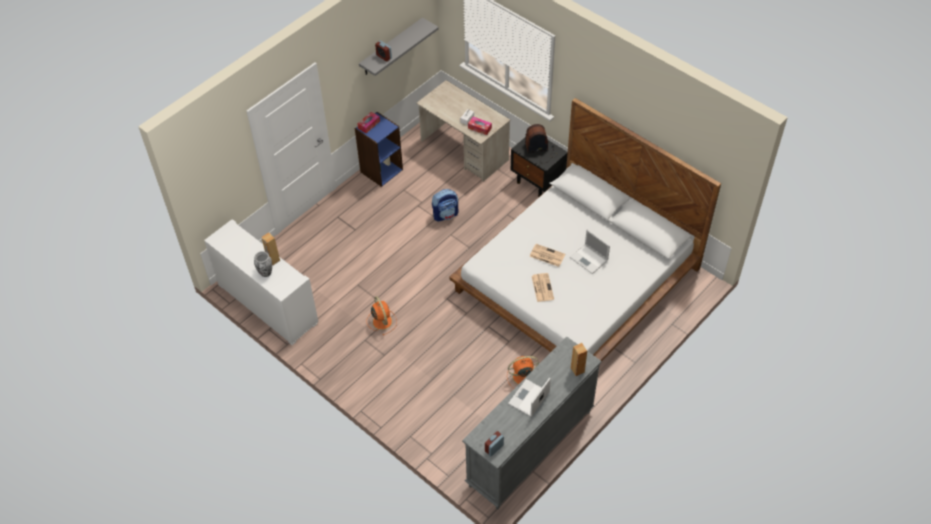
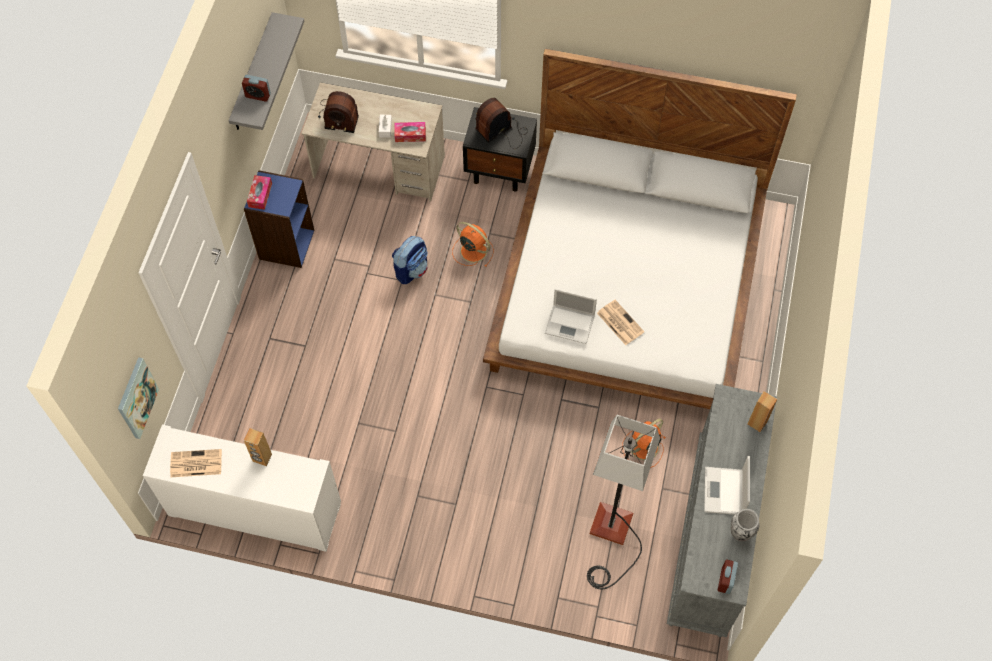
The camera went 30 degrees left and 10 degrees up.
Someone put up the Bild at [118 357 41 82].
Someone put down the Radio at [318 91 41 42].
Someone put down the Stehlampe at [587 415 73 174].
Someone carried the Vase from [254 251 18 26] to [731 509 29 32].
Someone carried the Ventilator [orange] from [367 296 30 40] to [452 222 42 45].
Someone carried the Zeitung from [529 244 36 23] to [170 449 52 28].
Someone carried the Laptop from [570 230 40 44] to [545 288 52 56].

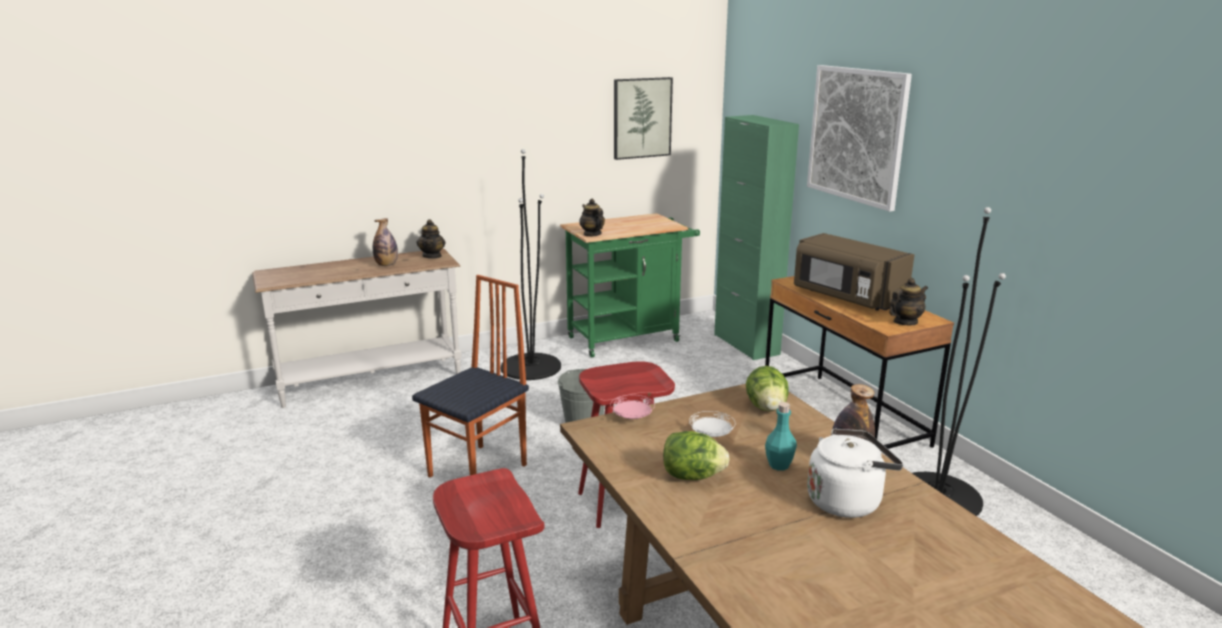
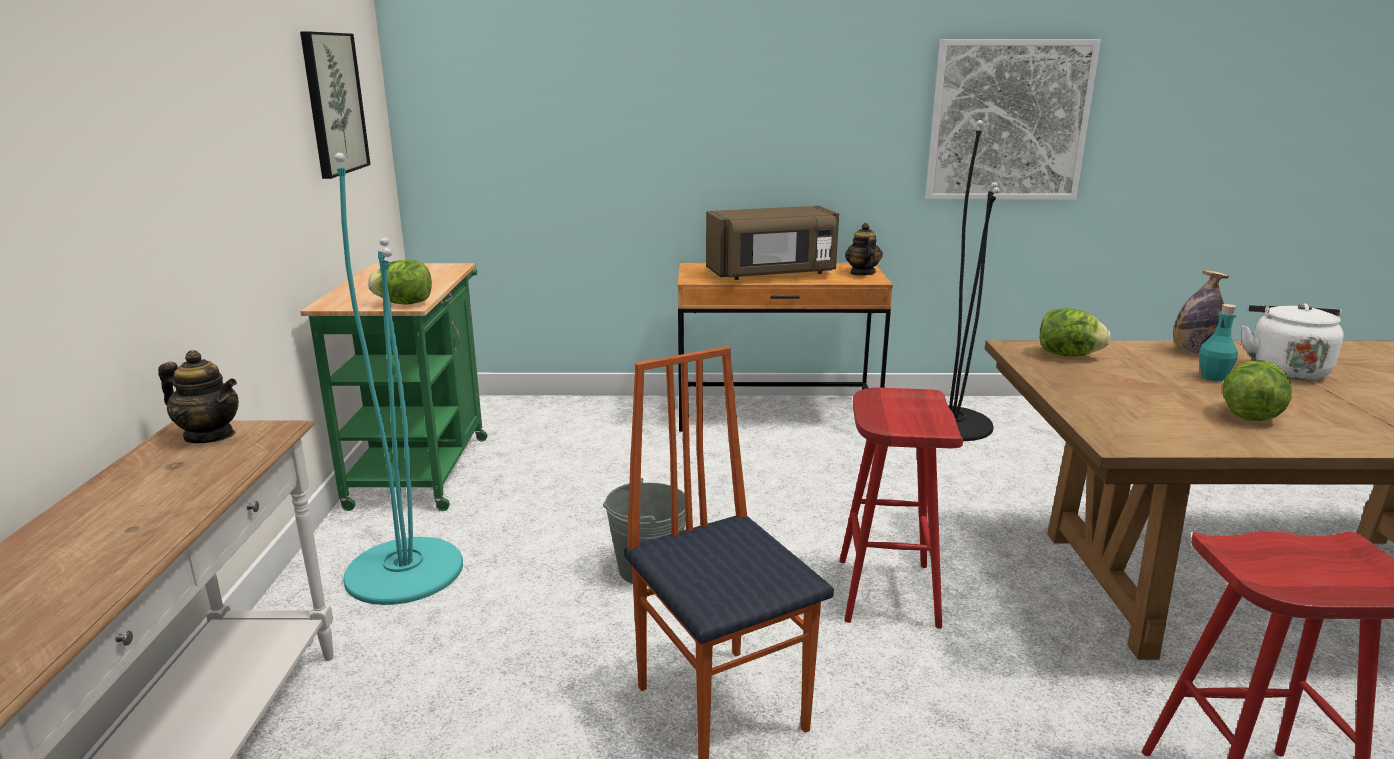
The camera went 65 degrees left and 0 degrees up.
Someone took away the Flasche at [373 218 25 48].
Someone took away the Teller [rosa] at [610 395 45 24].
Someone took away the Teller [weiß] at [689 411 47 26].
Someone took away the Schrank [grün] at [714 115 85 245].
Someone carried the Bild from [807 65 105 147] to [925 39 176 161].
Someone swapped the Teekanne at [579 199 26 38] for the Salatkopf at [368 260 64 45].
Someone repainted the Stehlampe [schwarz] at [501 149 60 231], which became the Stehlampe [türkis] at [335 153 128 452].

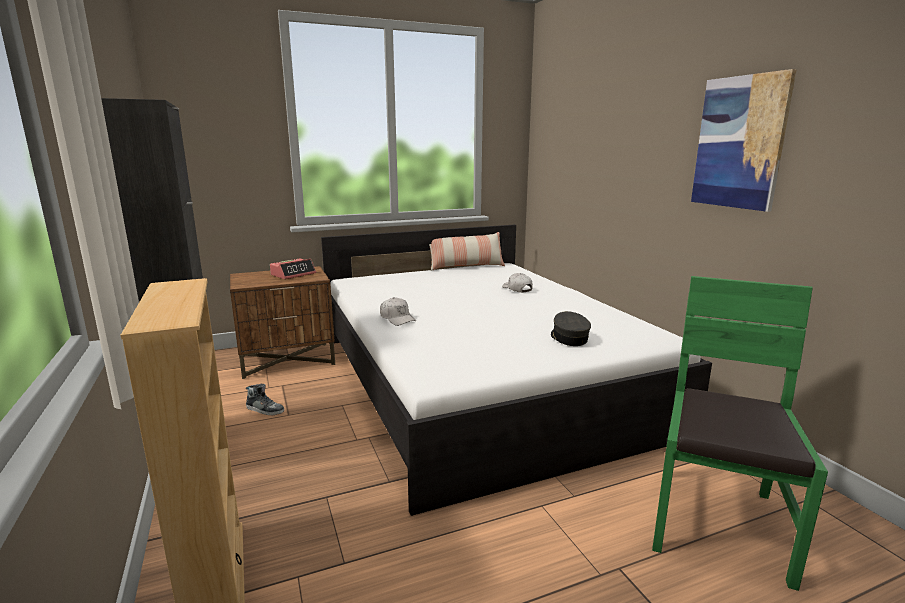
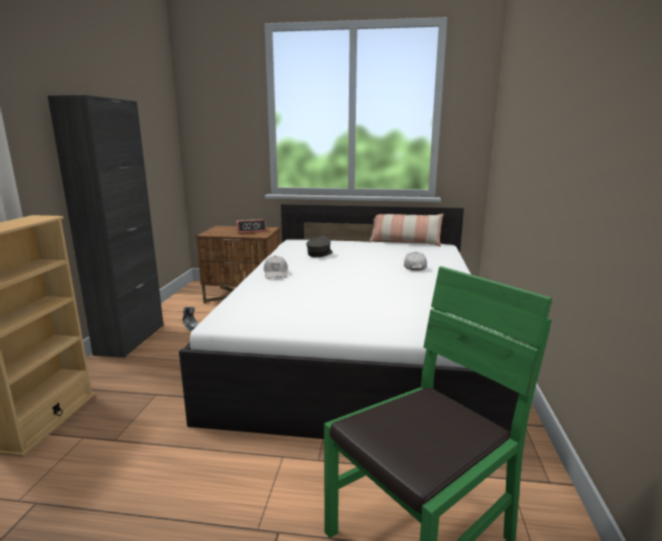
The camera went 30 degrees right and 0 degrees up.
Someone took away the Bild at [691 69 106 143].
Someone carried the Kappe [grau] from [551 311 40 35] to [306 237 26 20].

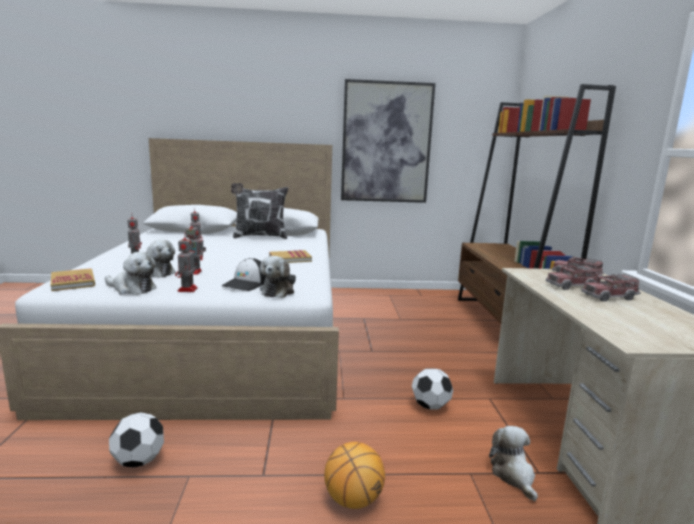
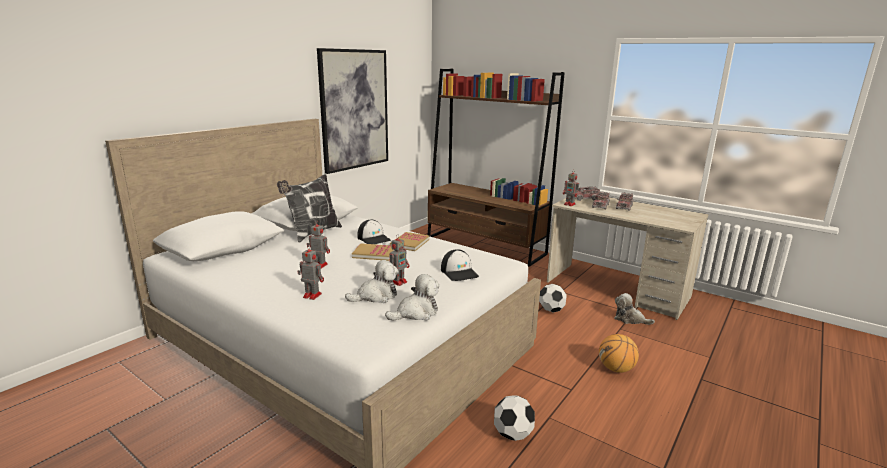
The camera went 50 degrees left and 5 degrees up.
Someone took away the Plüschtier at [260 256 36 42].
Someone put down the Kappe at [357 220 34 24].
Someone carried the Buch from [51 268 44 23] to [352 243 42 18].
Someone carried the Spielzeugroboter from [175 233 23 59] to [563 169 17 37].

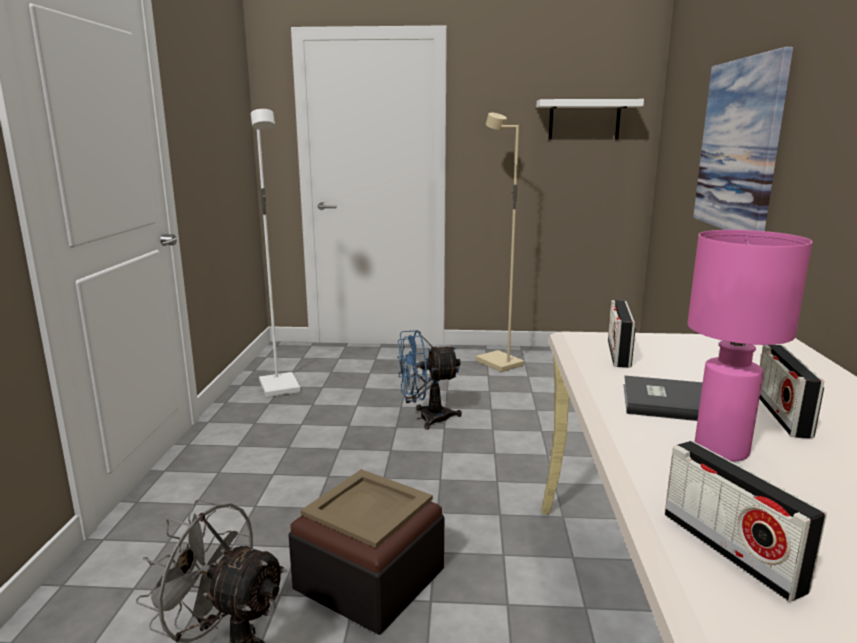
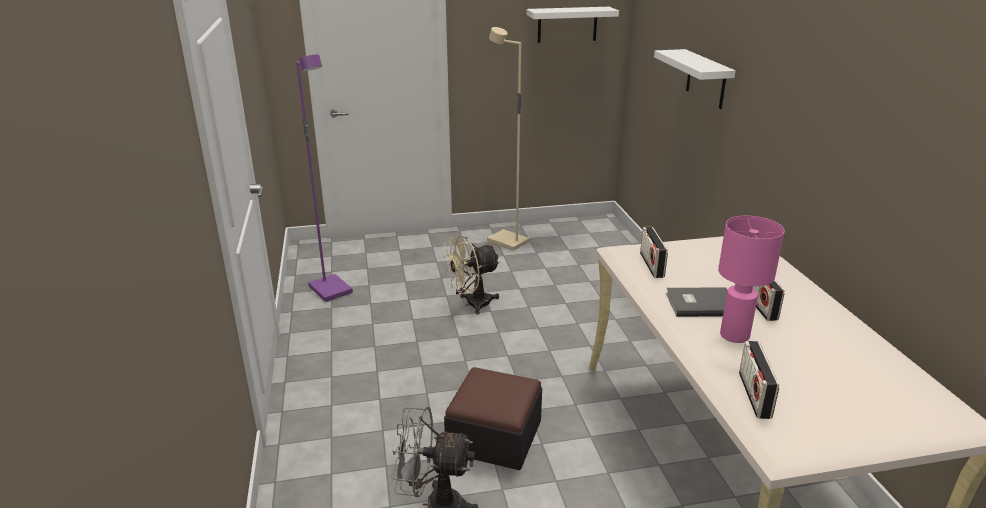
The camera went 15 degrees left and 10 degrees up.
Someone took away the Tablett [beige] at [300 469 133 79].
Someone swapped the Bild at [693 47 100 184] for the Wandregal [weiß] at [654 49 82 60].
Someone repainted the Stehlampe [weiß] at [251 109 50 289], which became the Stehlampe [lila] at [296 54 57 248].
Someone repainted the Ventilator [blau] at [397 330 65 100], which became the Ventilator [beige] at [443 235 57 79].
Someone rotated the Radio at [665 441 162 161] by 45 degrees clockwise.

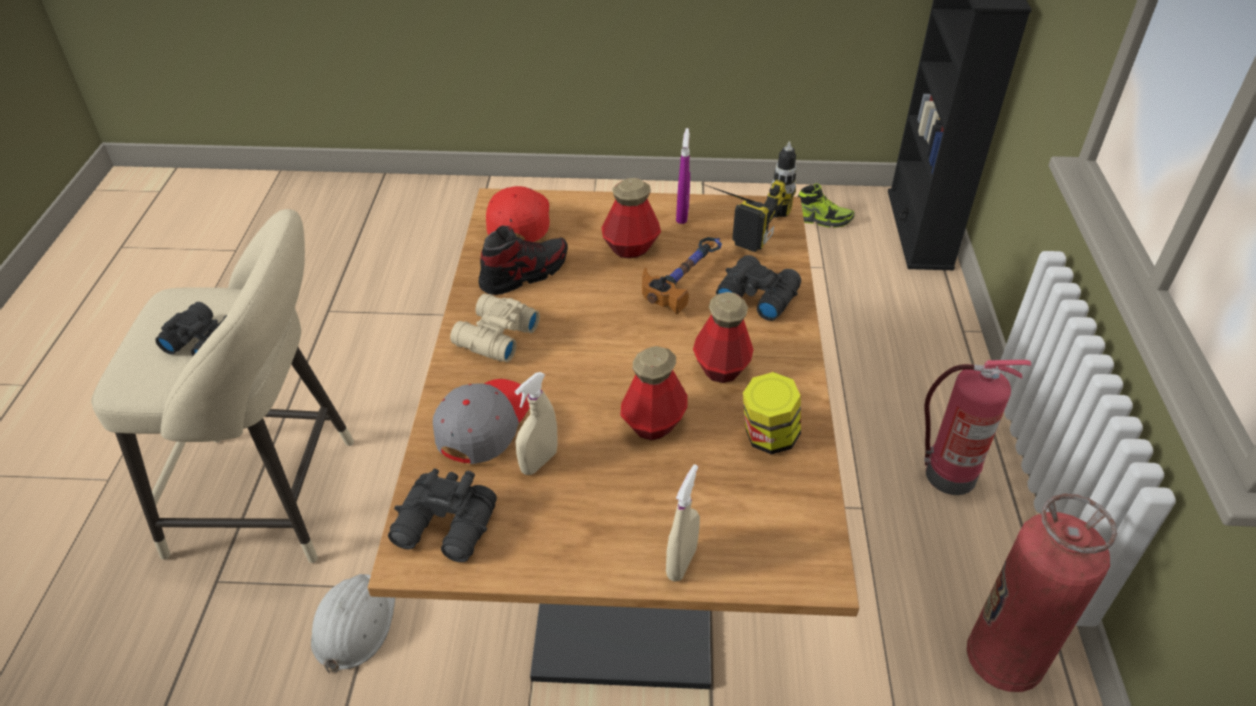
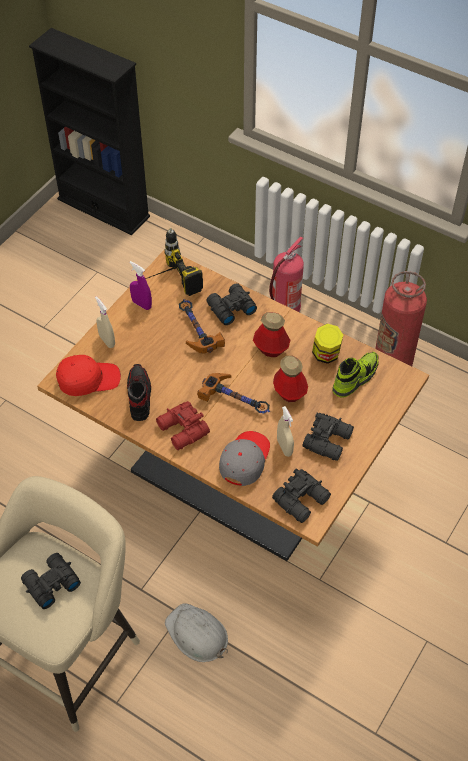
The camera went 60 degrees left and 10 degrees up.
Someone took away the Flasche at [602 178 59 80].
Someone put down the Hammer at [197 373 73 40].
Someone put down the Fernglas [schwarz] at [302 413 52 48].
Someone carried the Sprühflasche [beige] from [666 464 34 117] to [95 296 20 52].
Someone carried the Schuh from [797 184 58 44] to [332 352 47 46].
Someone repainted the Fernglas [beige] at [450 294 90 68], which became the Fernglas [rot] at [156 401 54 49].
Someone rotated the Kappe [grau] at [433 379 97 85] by 60 degrees clockwise.
Someone rotated the Kappe [rot] at [486 186 64 56] by 135 degrees clockwise.

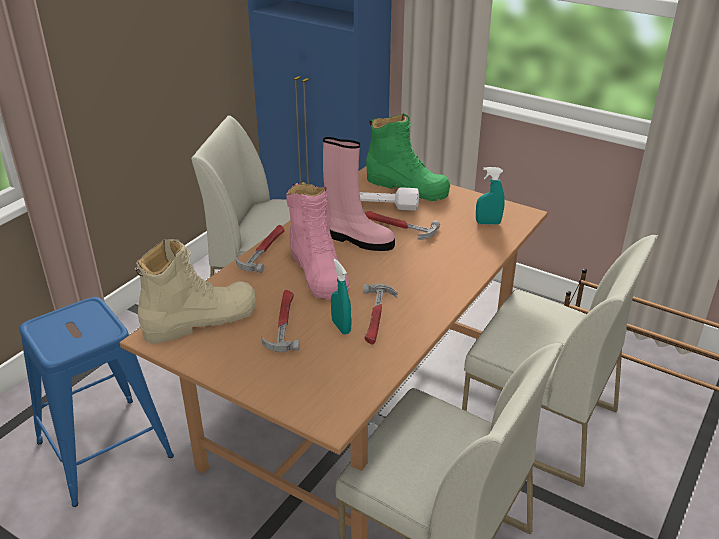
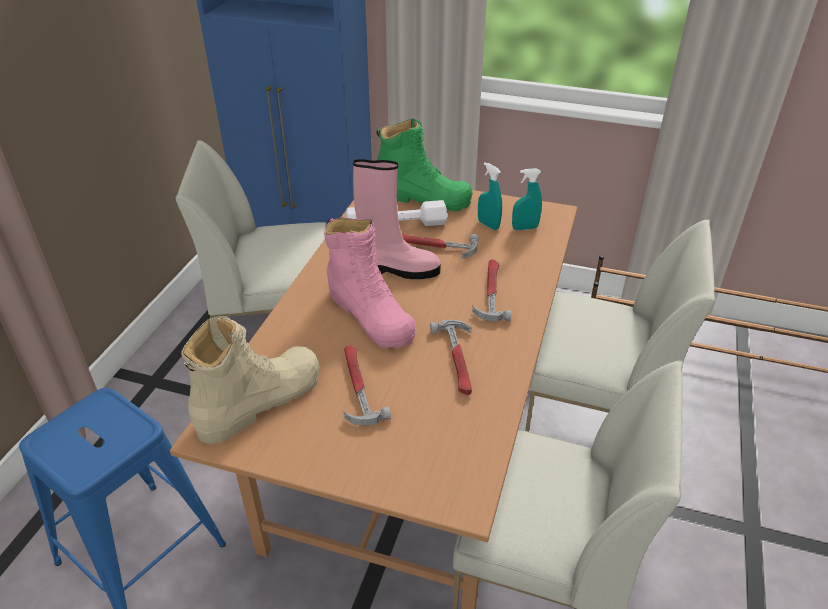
The camera went 15 degrees left and 5 degrees up.
Someone carried the Hammer from [236 225 48 48] to [472 259 39 63].
Someone carried the Sprühflasche [türkis] from [331 259 21 76] to [478 162 24 68].

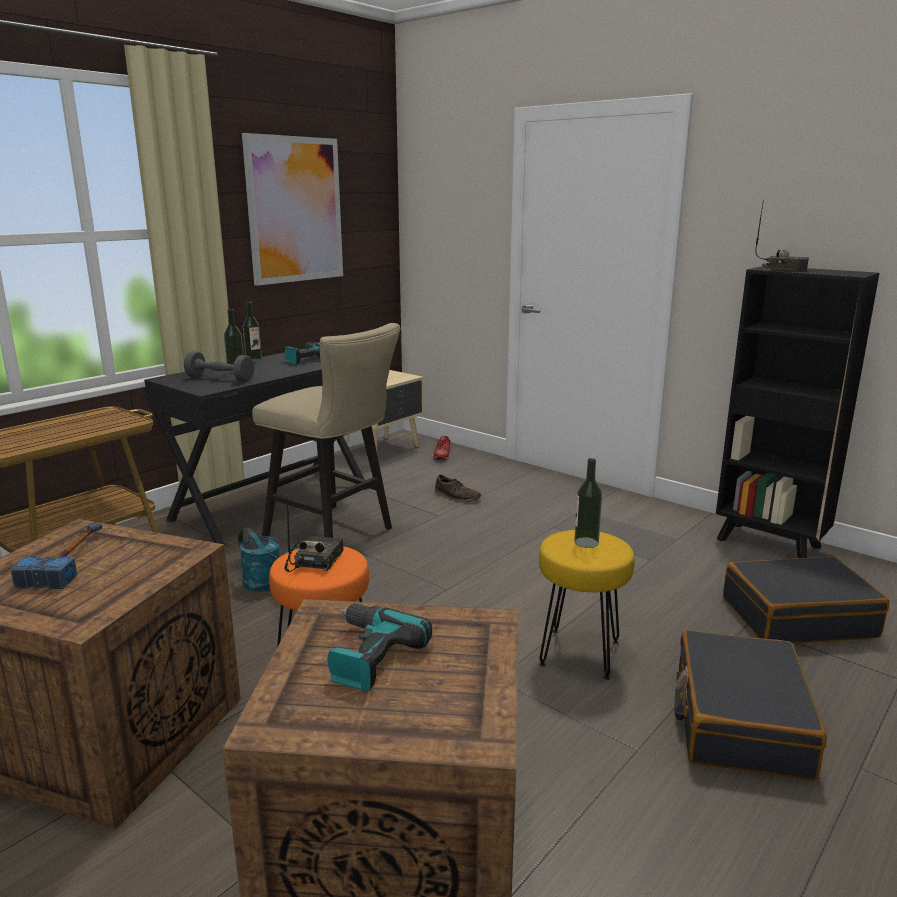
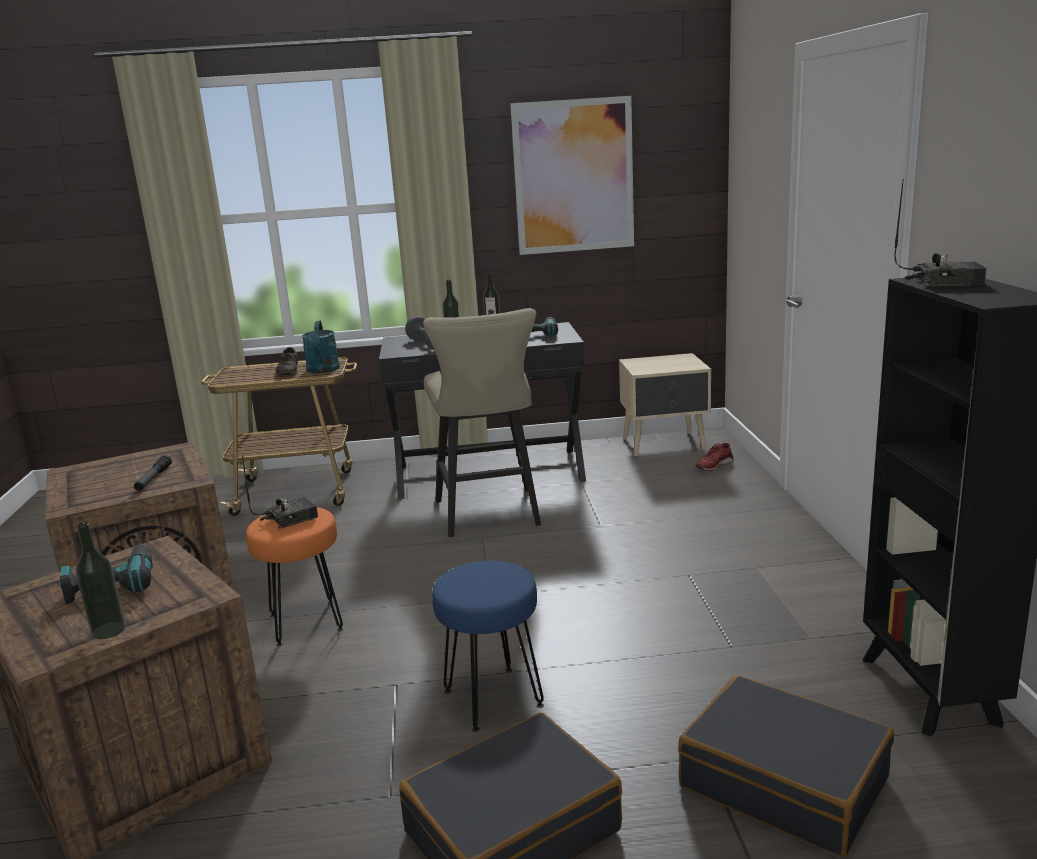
The camera went 45 degrees right and 0 degrees up.
Someone took away the Hammer at [10 523 92 66].
Someone put down the Taschenlampe at [134 455 38 36].
Someone carried the Gießkanne [türkis] from [238 528 59 64] to [302 321 38 52].
Someone carried the Schuh [braun] from [435 475 46 27] to [276 347 22 29].
Someone carried the Flasche from [574 458 28 90] to [76 522 50 117].
Someone repainted the Hocker [gelb] at [539 530 96 150], which became the Hocker [blau] at [432 561 112 171].
Someone rotated the Radio at [755 199 54 72] by 60 degrees counterclockwise.

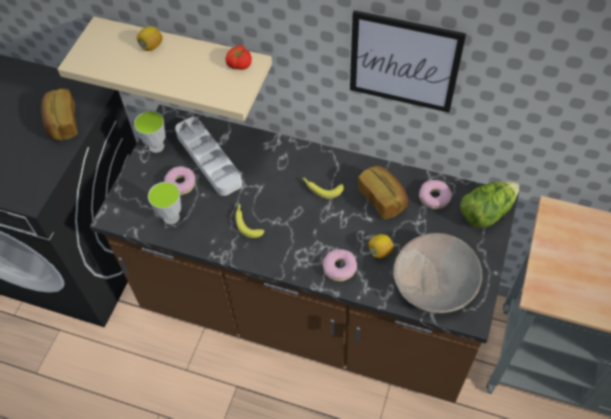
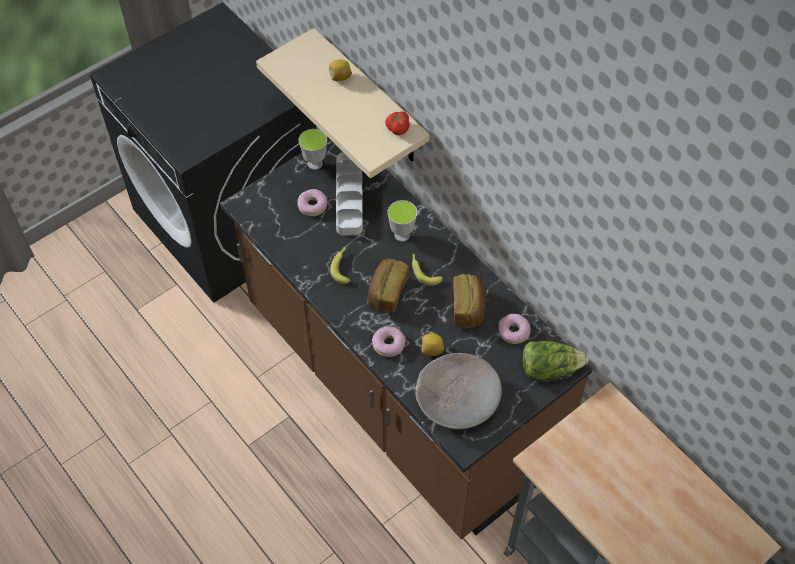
The camera went 30 degrees right and 0 degrees up.
Someone took away the Bild at [350 10 116 103].
Someone carried the Brot from [41 89 37 52] to [368 259 41 53].
Someone carried the Tasse from [148 182 33 43] to [387 200 30 42].

